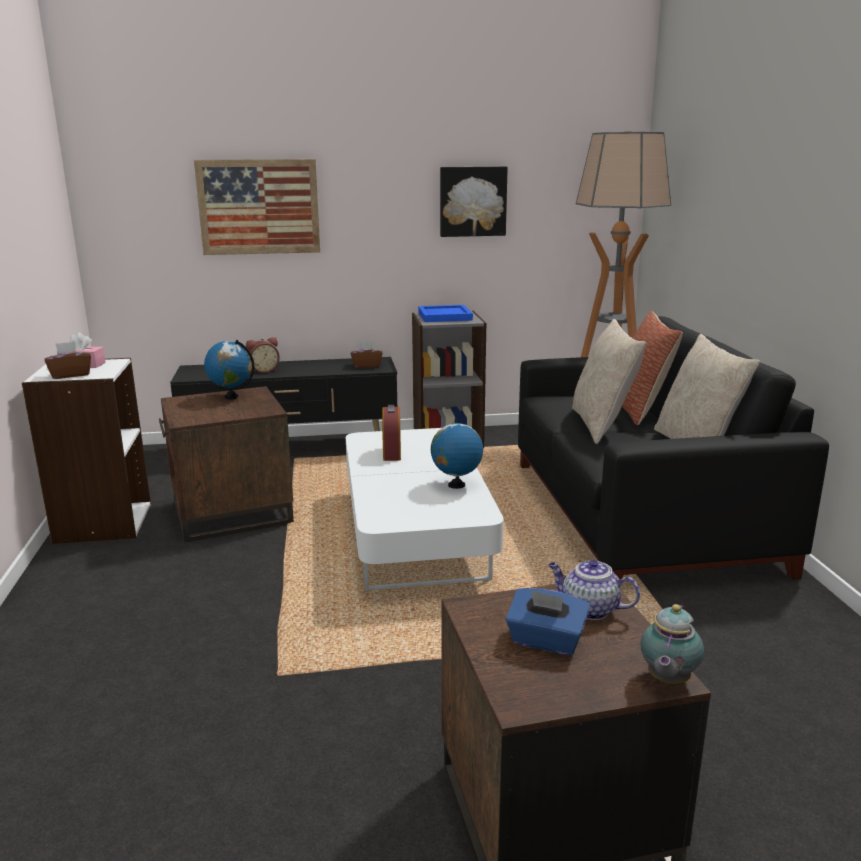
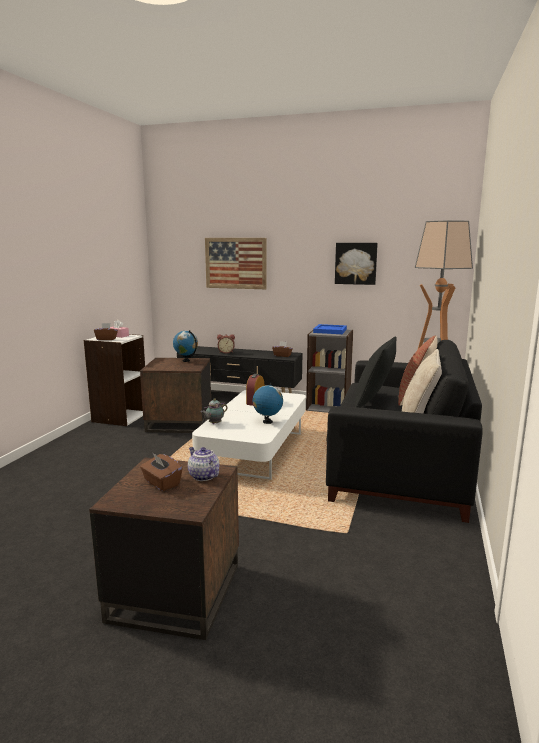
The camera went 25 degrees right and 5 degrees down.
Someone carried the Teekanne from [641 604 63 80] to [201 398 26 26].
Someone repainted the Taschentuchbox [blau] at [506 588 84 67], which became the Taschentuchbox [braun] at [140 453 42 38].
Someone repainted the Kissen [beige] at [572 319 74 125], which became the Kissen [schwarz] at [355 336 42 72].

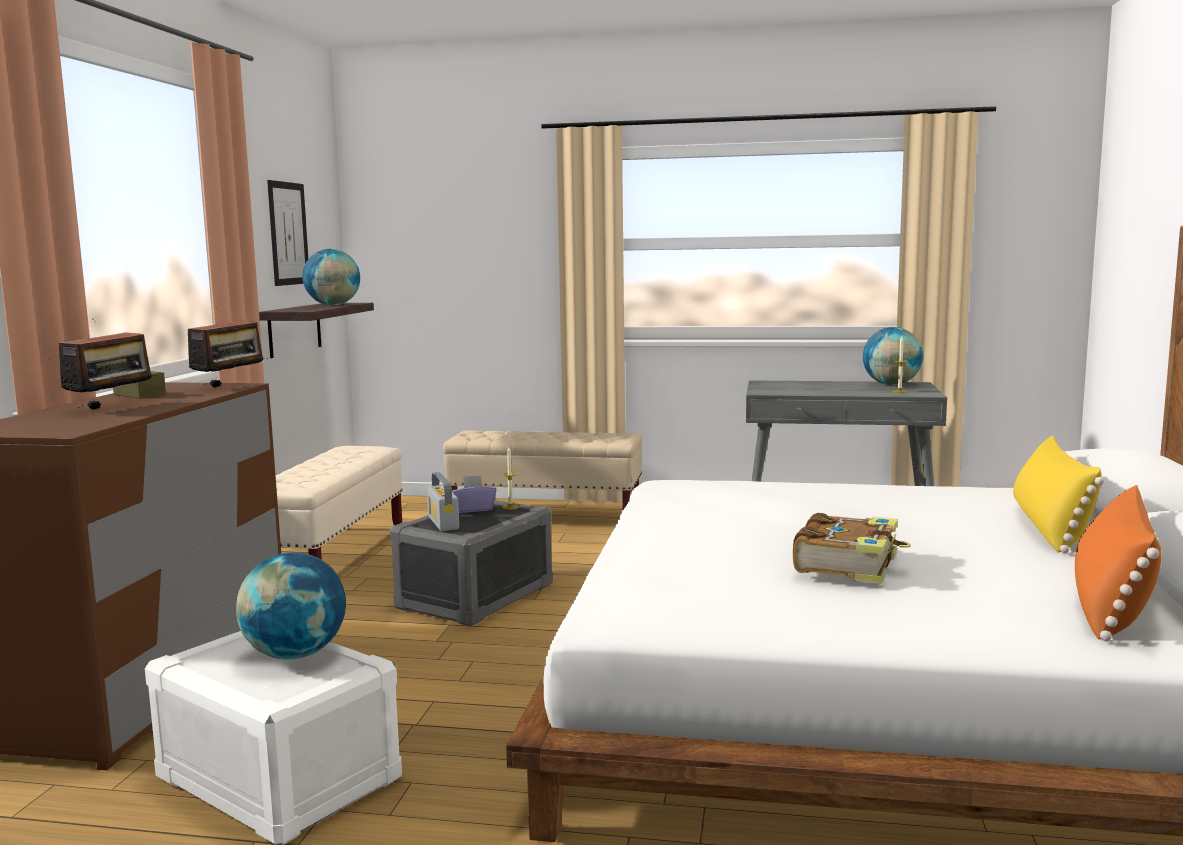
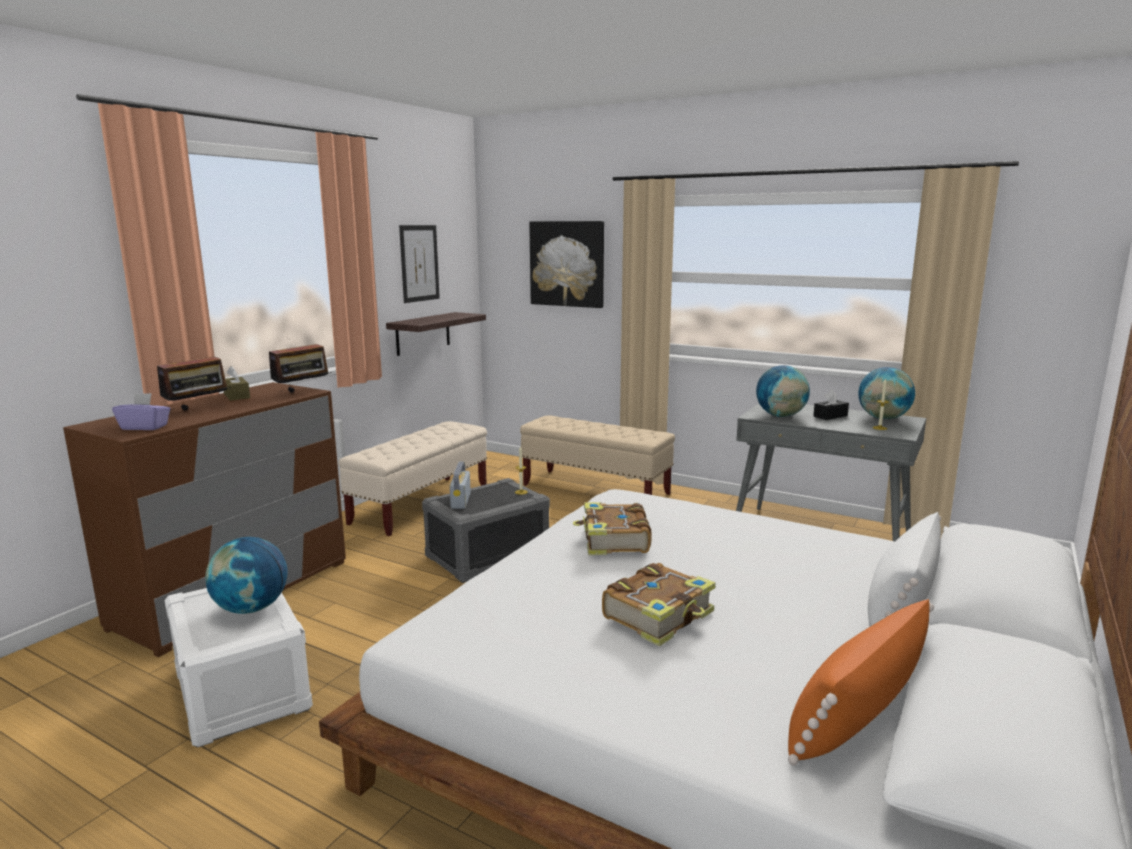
The camera went 20 degrees right and 5 degrees up.
Someone put up the Bild at [529 221 75 87].
Someone put down the Buch at [573 502 79 53].
Someone put down the Taschentuchbox [schwarz] at [813 390 36 30].
Someone carried the Globus from [302 249 58 56] to [756 365 54 52].
Someone carried the Taschentuchbox [lila] from [452 475 44 38] to [112 393 58 37].
Someone repainted the Kissen [gelb] at [1013 435 91 118], which became the Kissen [weiß] at [868 512 73 114].

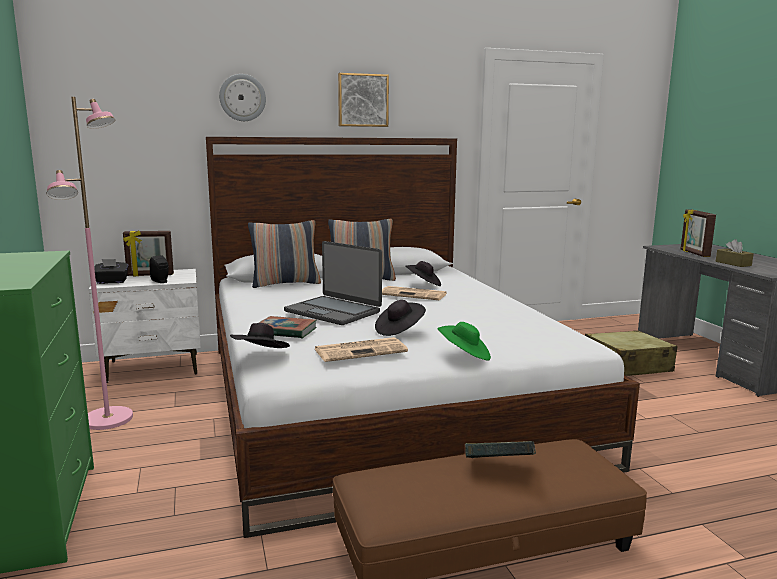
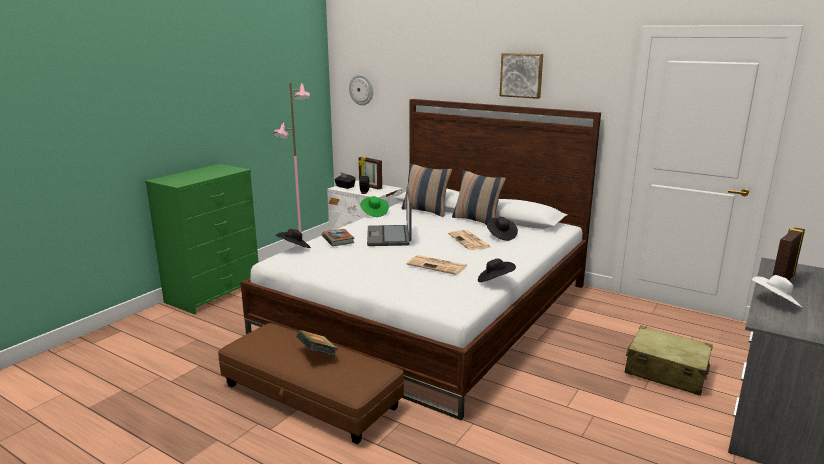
The camera went 50 degrees right and 5 degrees up.
Someone carried the Wanduhr from [219 74 47 47] to [349 74 24 31].
Someone carried the Zeitung from [315 337 93 25] to [407 255 60 20].
Someone carried the Hut [schwarz] from [375 300 51 36] to [478 259 38 23].
Someone carried the Hut [grün] from [437 322 54 38] to [360 196 29 21].
Someone swapped the Taschentuchbox [braun] at [716 239 38 28] for the Hut [weiß] at [752 275 50 32].

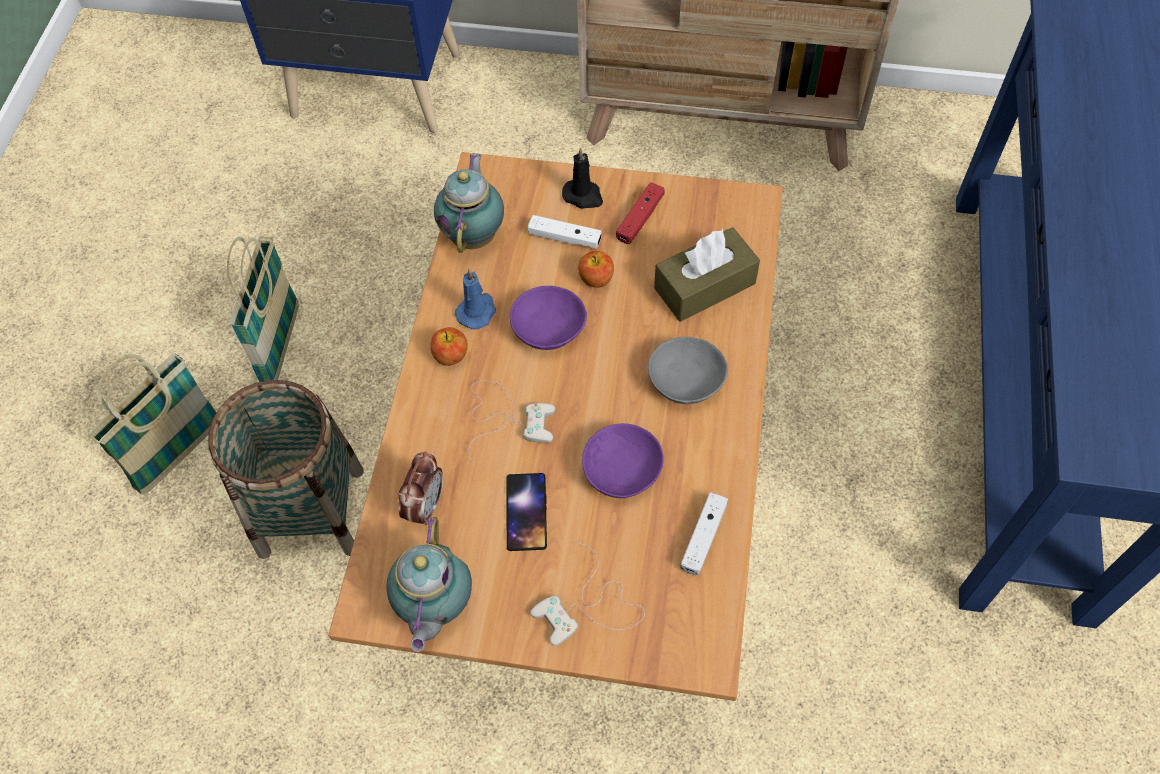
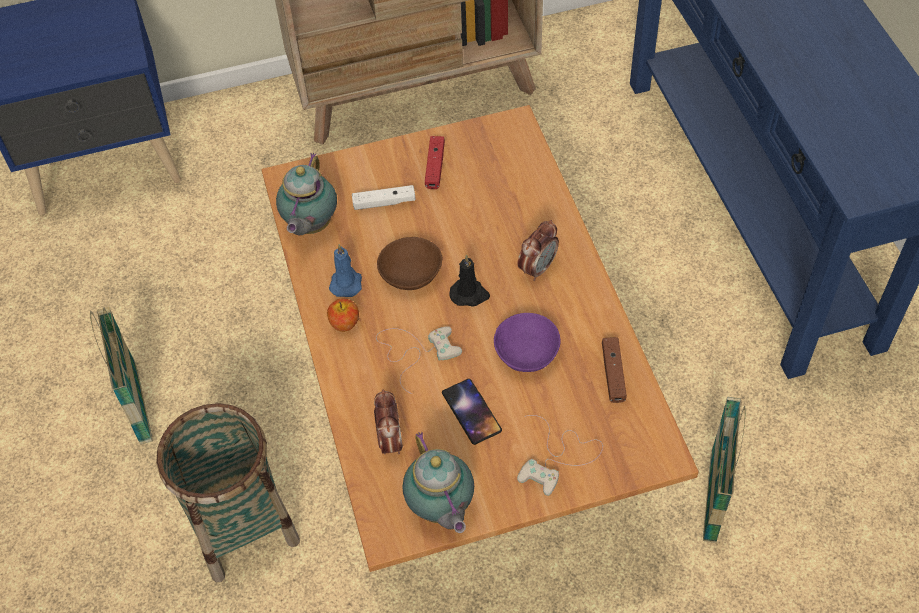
The camera went 25 degrees left and 5 degrees down.
Someone took away the Apfel at [578 251 36 37].
Someone took away the Taschentuchbox [braun] at [654 227 106 95].
Someone carried the Korb from [88 353 129 142] to [703 396 43 147].
Someone carried the Kerze [schwarz] from [562 147 41 61] to [450 255 40 51].
Someone swapped the Schüssel [grau] at [648 337 80 67] for the Wecker at [518 220 41 61].
Someone repainted the Schüssel [lila] at [510 286 77 64], which became the Schüssel [braun] at [377 237 65 53].
Someone repainted the Gamepad [weiß] at [680 492 48 83], which became the Gamepad [braun] at [602 337 25 66].
Someone rotated the Teekanne at [434 153 70 100] by 150 degrees counterclockwise.

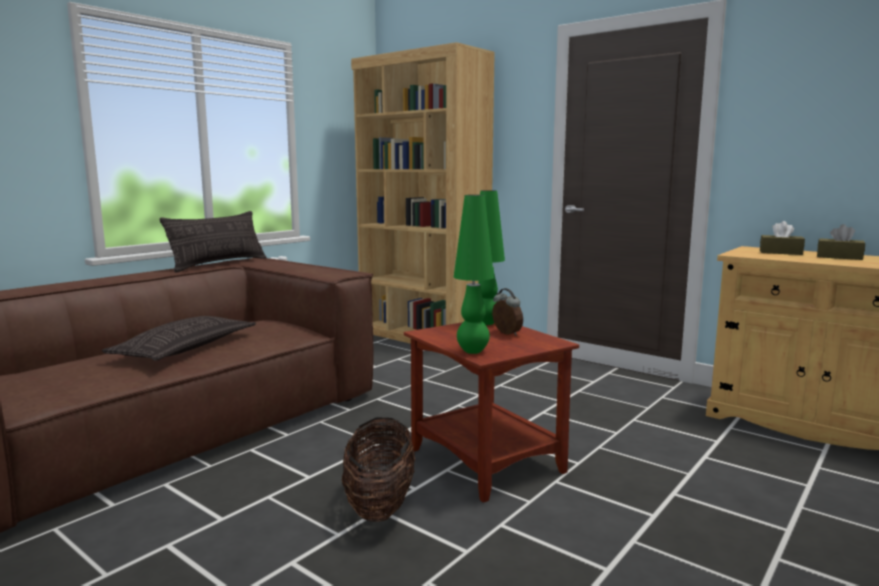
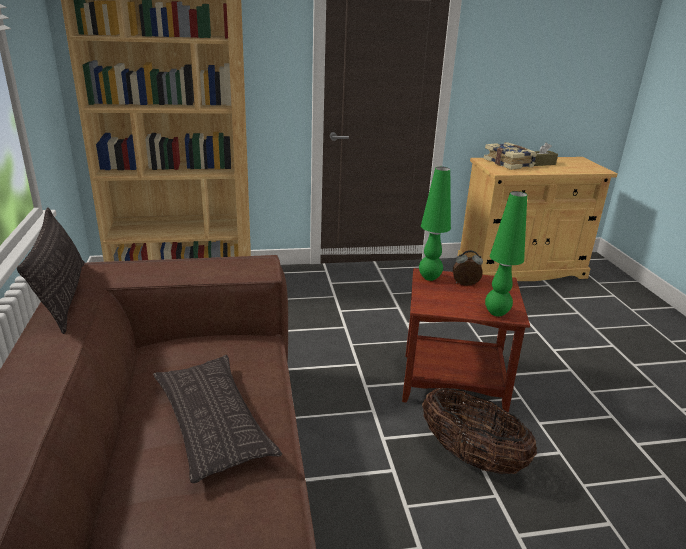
The camera went 50 degrees left and 15 degrees up.
Someone swapped the Taschentuchbox [braun] at [760 221 45 34] for the Buch at [484 142 53 28].

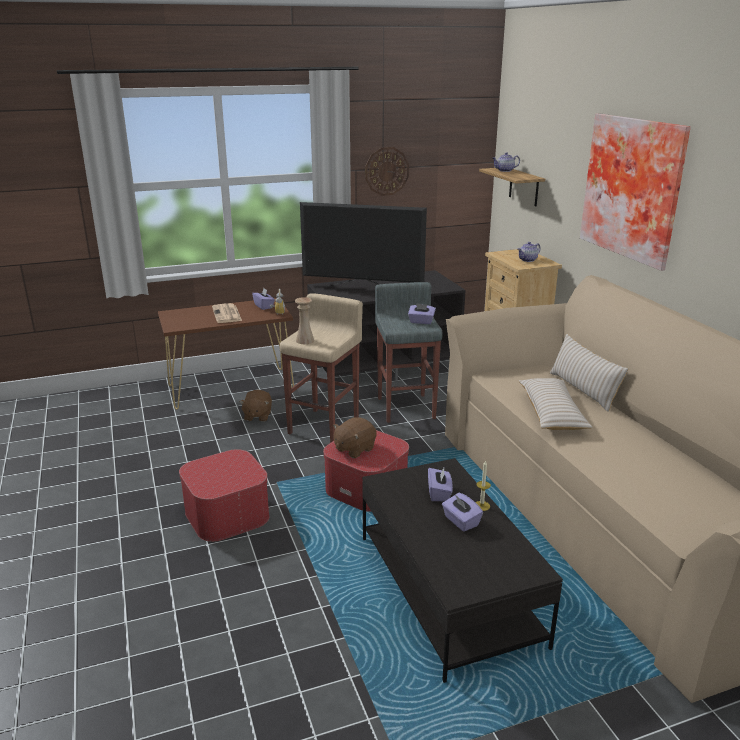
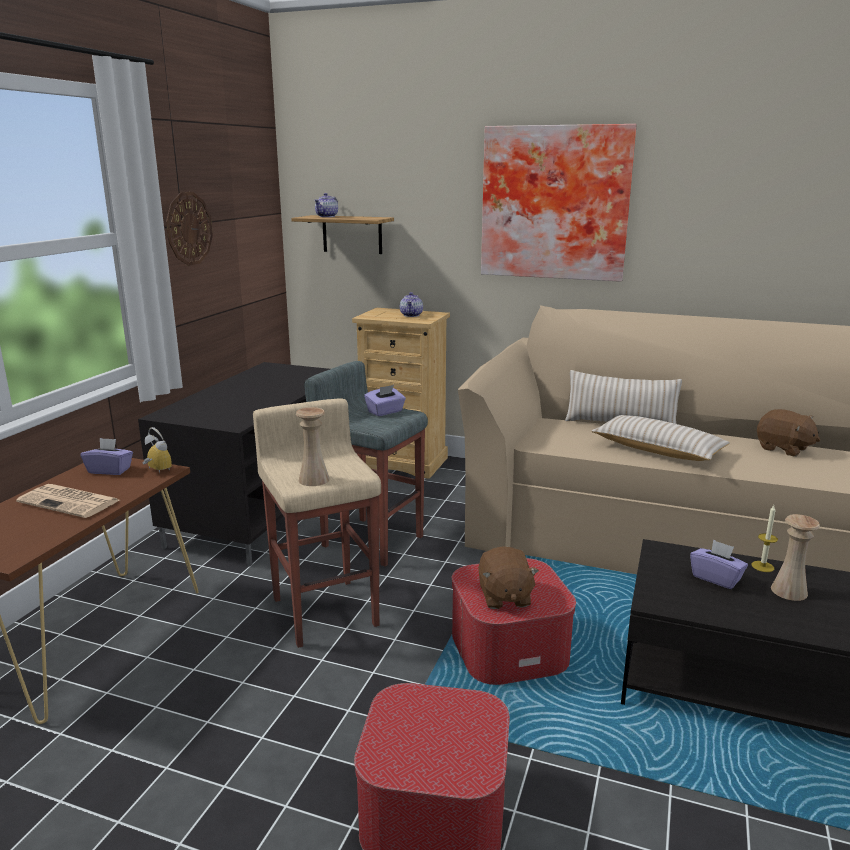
The camera went 50 degrees left and 5 degrees down.
Someone took away the Fernseher at [300 202 127 84].
Someone carried the Plüschtier [braun] from [240 390 32 32] to [757 409 63 48].
Someone swapped the Taschentuchbox [lila] at [442 493 41 38] for the Vase [beige] at [771 514 49 87].

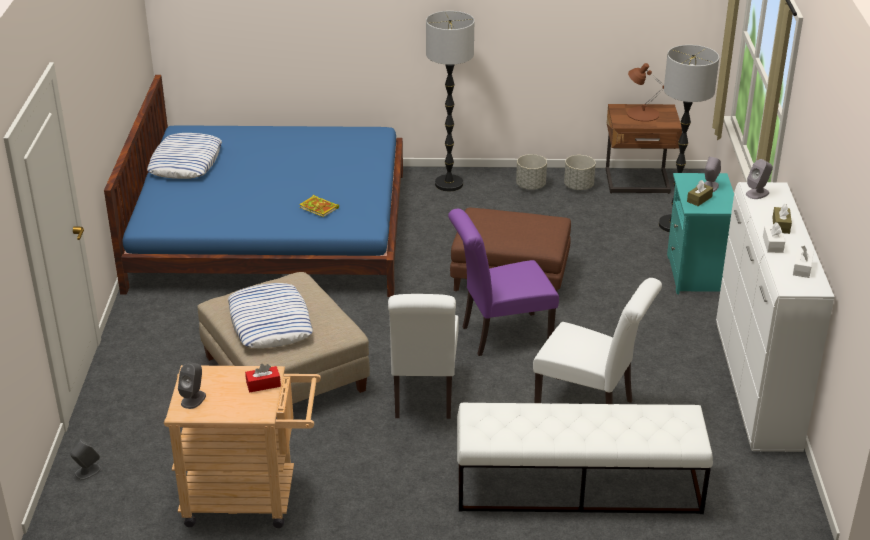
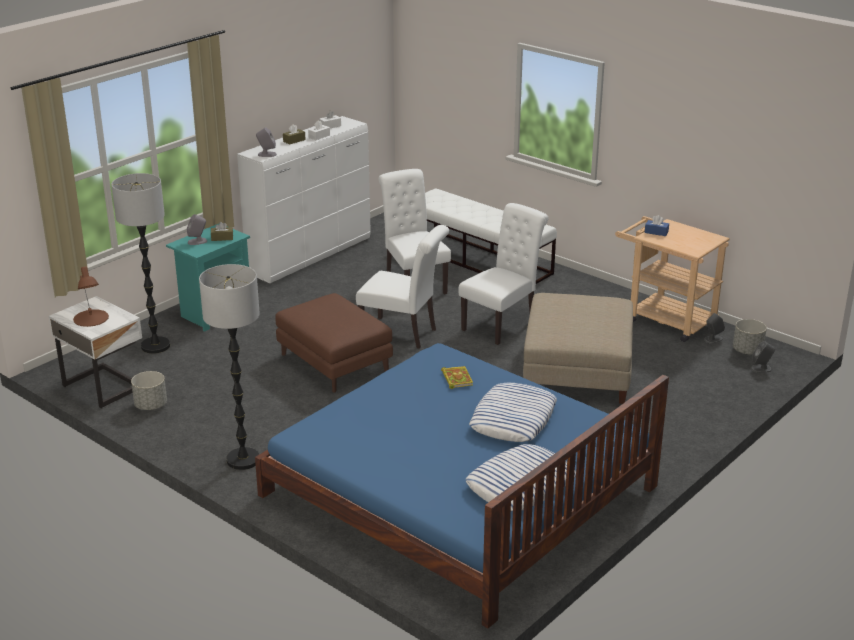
The camera went 140 degrees left and 5 degrees down.
Someone carried the Lautsprecher [grau] from [178 363 28 46] to [704 313 21 31].
Someone carried the Kissen from [228 283 85 65] to [469 383 88 59].
Someone carried the Pflanzkübel [grau] from [516 154 31 36] to [733 319 34 36].
Someone repainted the Taschentuchbox [rot] at [245 364 36 28], which became the Taschentuchbox [blau] at [645 215 24 21].
Someone repainted the Stuhl [lila] at [448 209 111 147], which became the Stuhl [weiß] at [356 225 93 124].
Someone repainted the Nachttisch [braun] at [606 104 76 90], which became the Nachttisch [weiß] at [49 296 93 113].

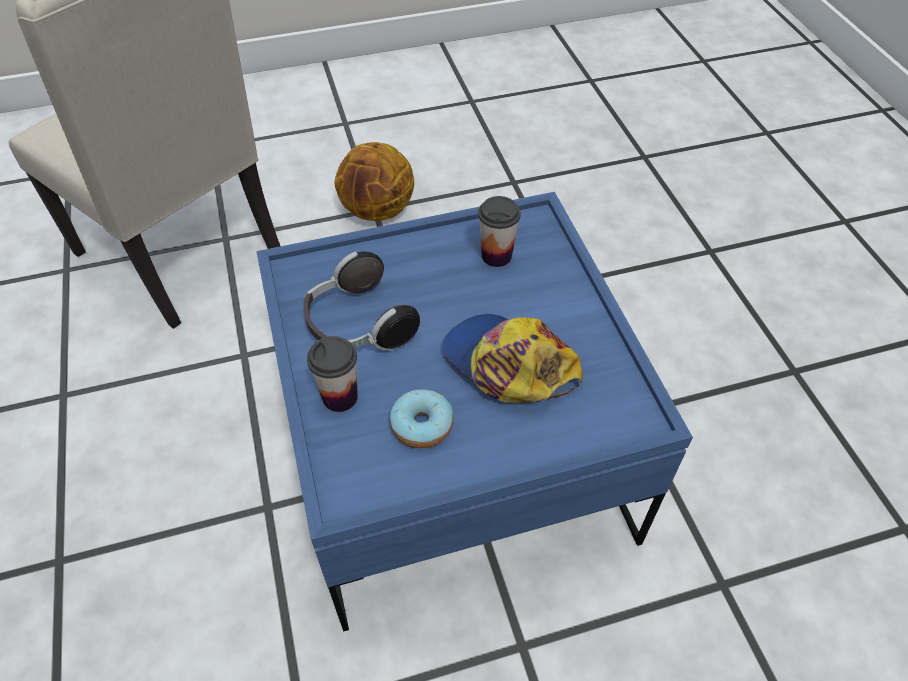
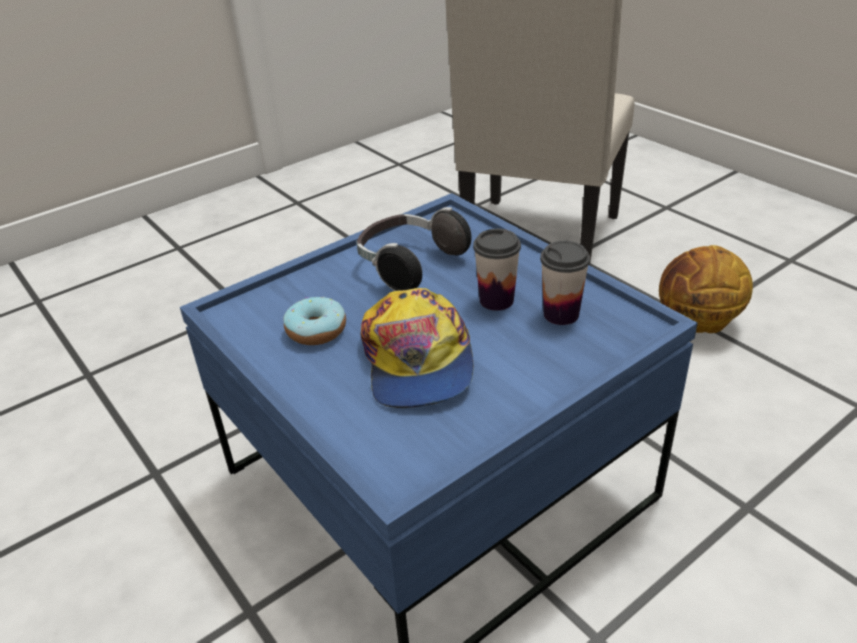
The camera went 70 degrees right and 15 degrees down.
Someone carried the Tasse from [307 336 51 76] to [473 229 48 82].
Someone rotated the Kappe at [442 314 141 89] by 150 degrees clockwise.

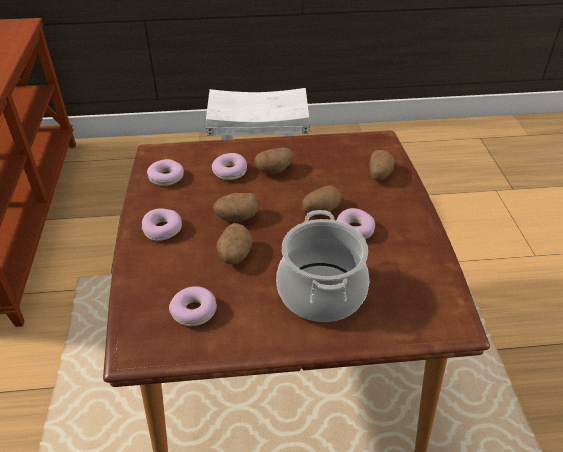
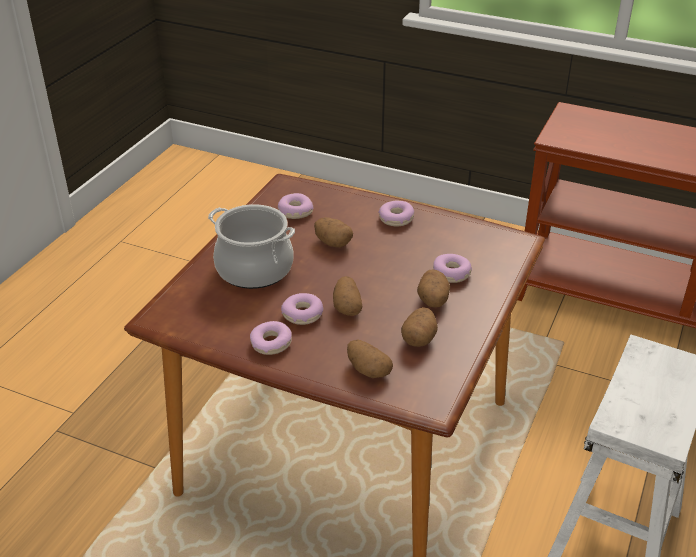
The camera went 120 degrees right and 5 degrees down.
Someone carried the Donut from [147 159 37 27] to [250 321 42 34].
Someone carried the Kartoffel from [213 193 46 29] to [401 307 37 40].

